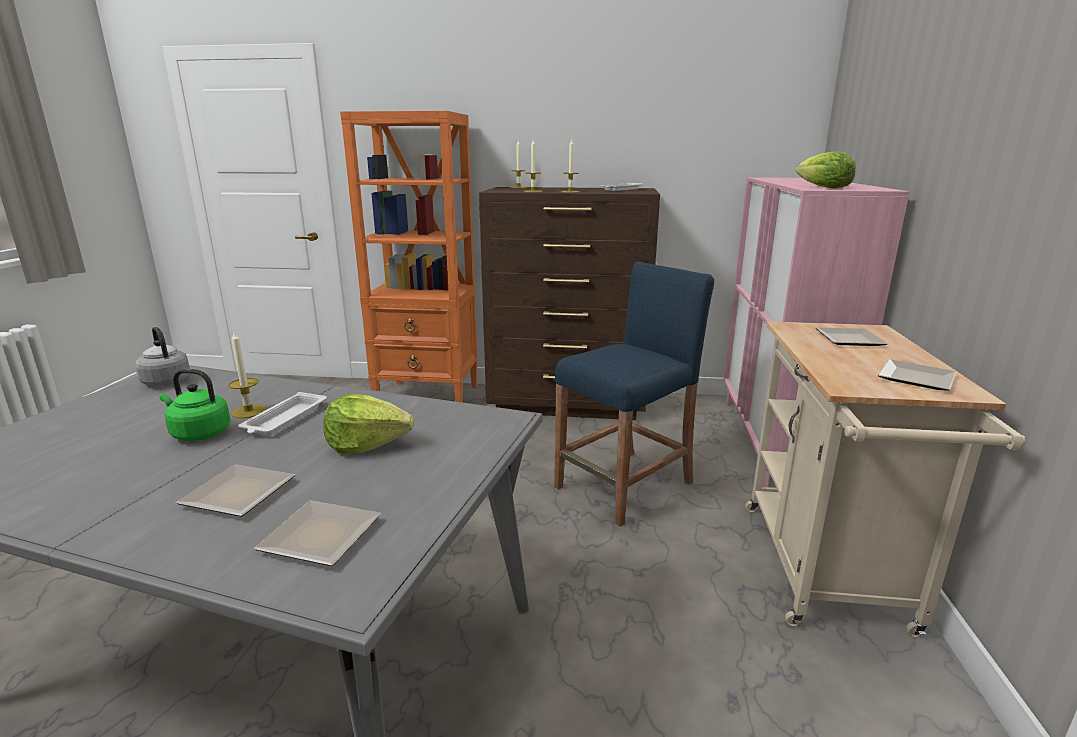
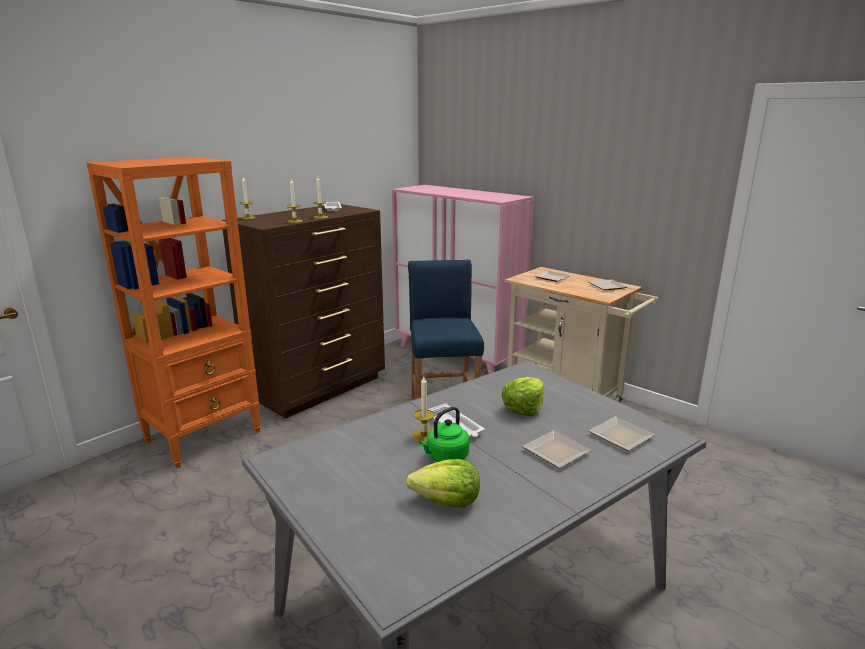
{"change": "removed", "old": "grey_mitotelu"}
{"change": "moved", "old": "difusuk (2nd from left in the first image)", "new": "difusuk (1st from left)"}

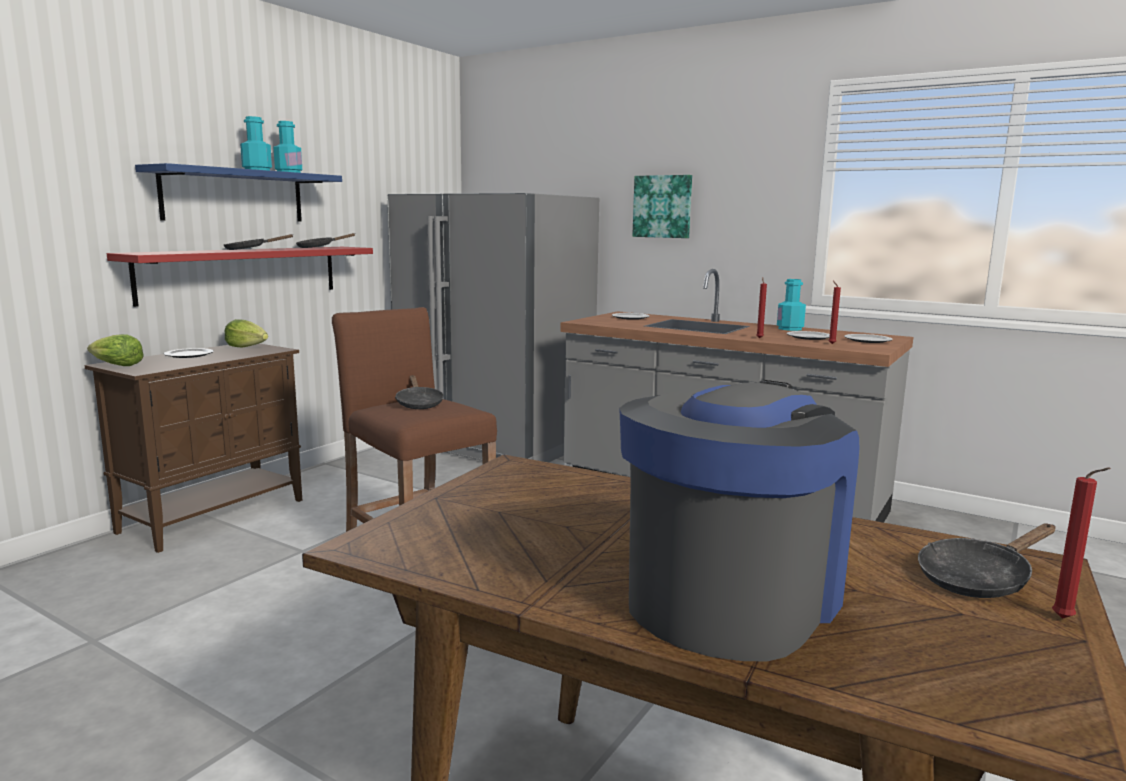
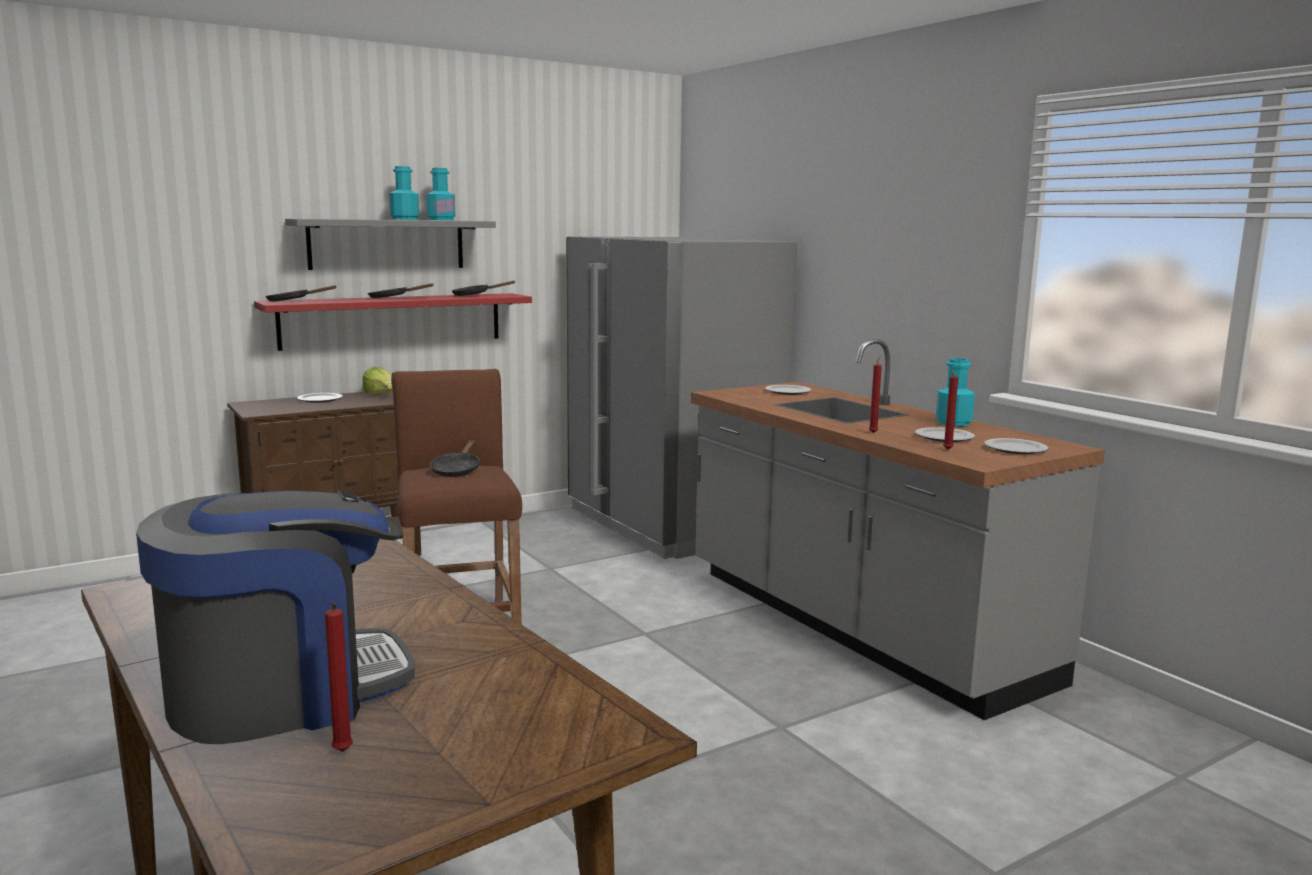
{"change": "removed", "old": "difusuk (1st from left)"}
{"change": "removed", "old": "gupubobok"}
{"change": "moved", "old": "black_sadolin (4th from left in the first image)", "new": "black_sadolin (1st from left)"}
{"change": "moved", "old": "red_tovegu (3rd from left in the first image)", "new": "red_tovegu (1st from left)"}
{"change": "recoloured", "old": "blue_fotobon", "new": "grey_fotobon"}

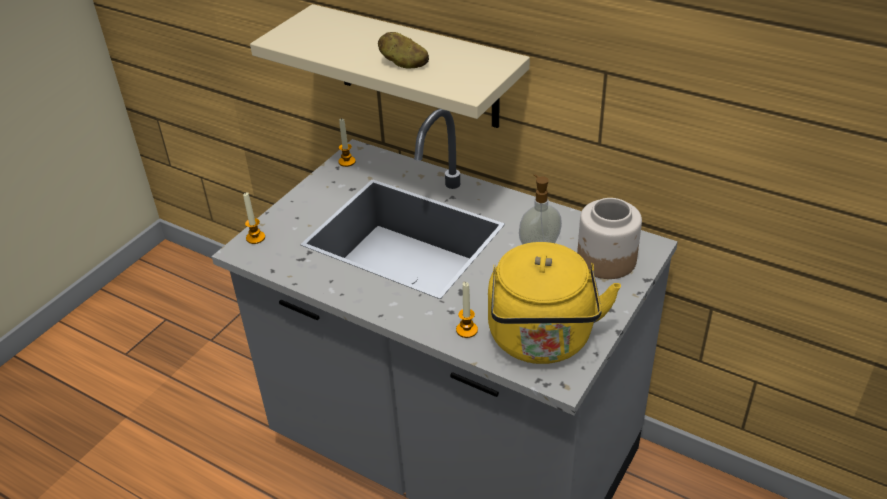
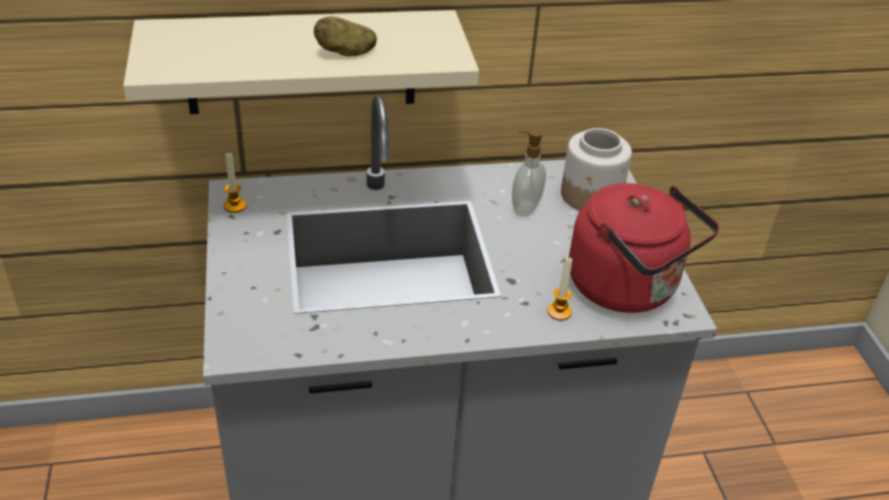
{"change": "removed", "old": "tovegu (1st from left)"}
{"change": "recoloured", "old": "yellow_mitotelu", "new": "red_mitotelu"}

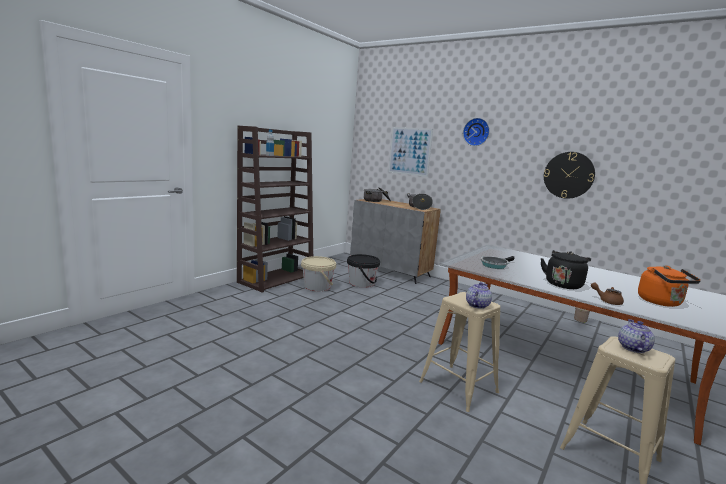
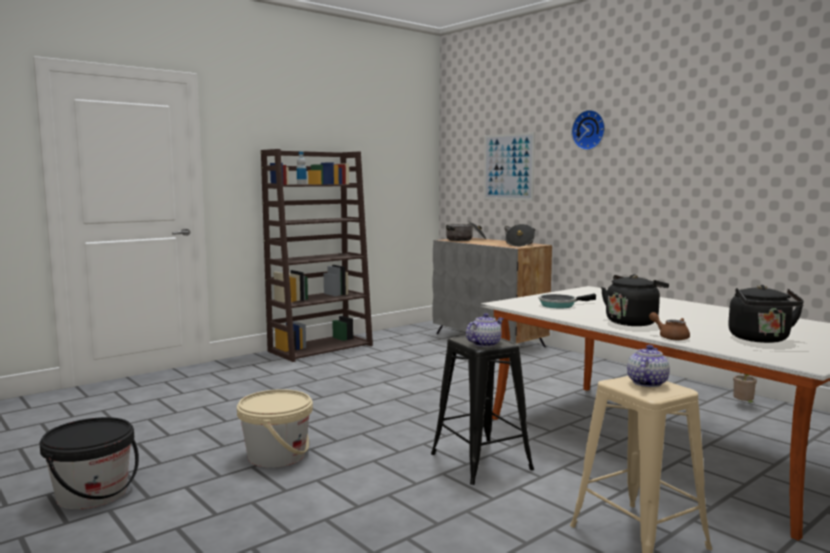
{"change": "removed", "old": "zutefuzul (2nd from left)"}
{"change": "moved", "old": "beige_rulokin"}
{"change": "moved", "old": "black_rulokin"}
{"change": "recoloured", "old": "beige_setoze (1st from left)", "new": "black_setoze"}
{"change": "recoloured", "old": "orange_mitotelu", "new": "black_mitotelu (2nd from left)"}

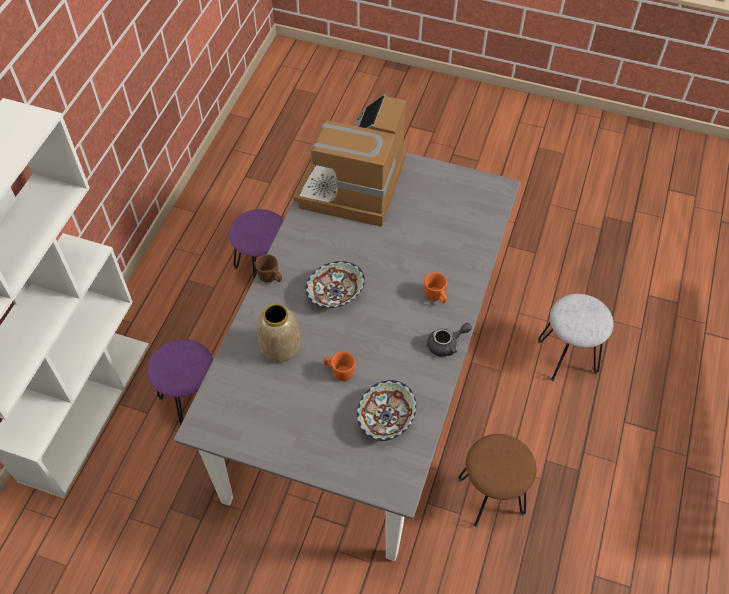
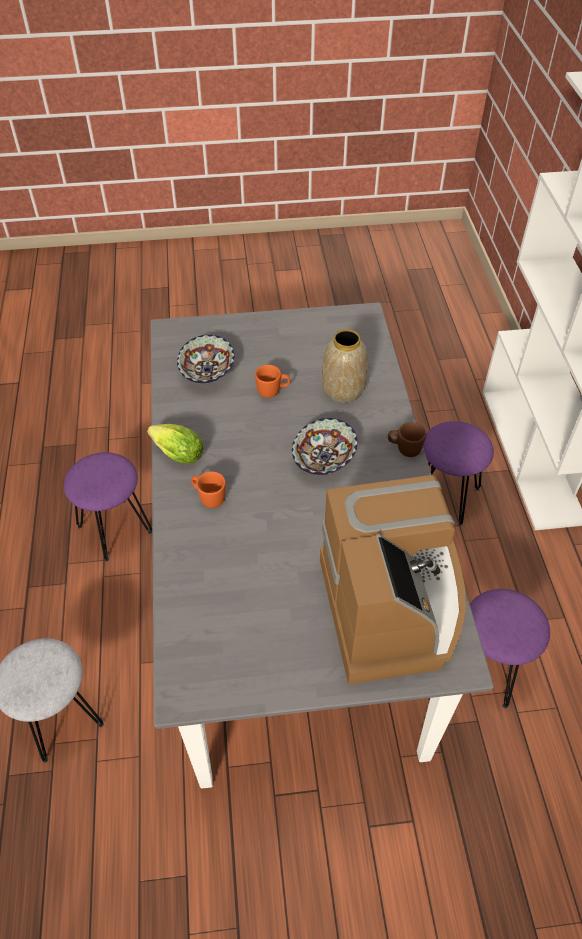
{"change": "replaced", "old": "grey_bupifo", "new": "difusuk"}
{"change": "recoloured", "old": "brown_setoze", "new": "purple_setoze (1st from left)"}

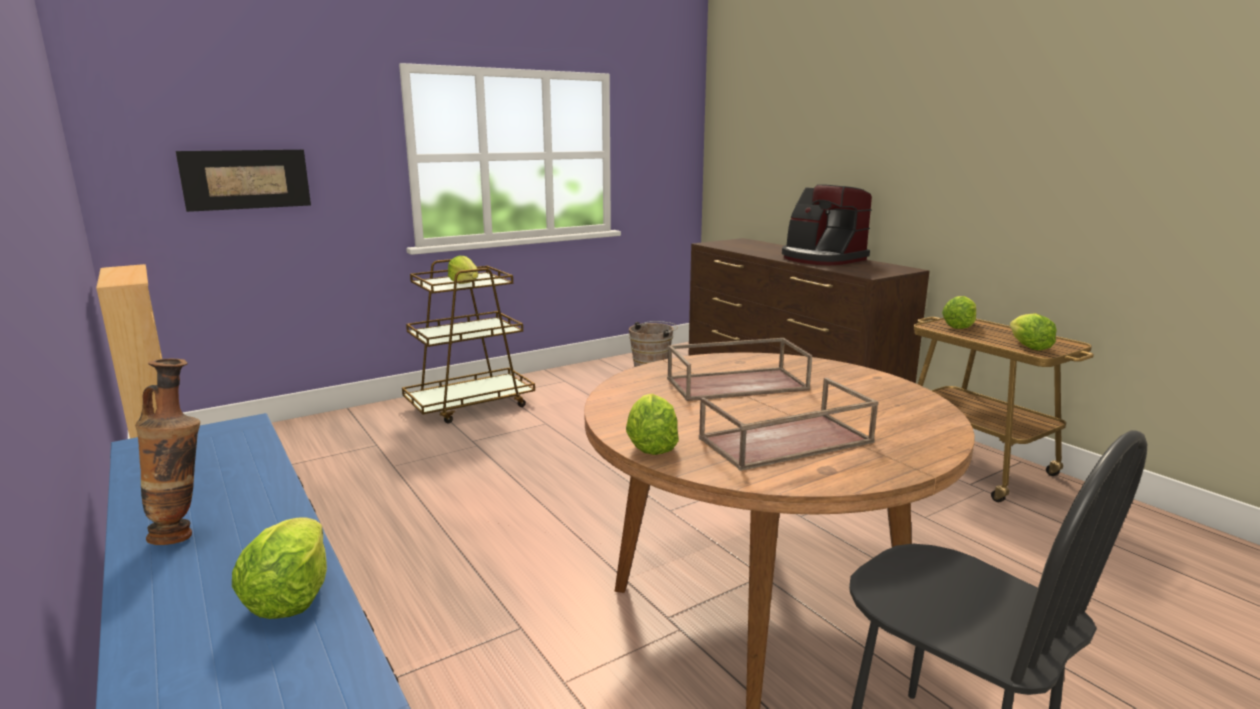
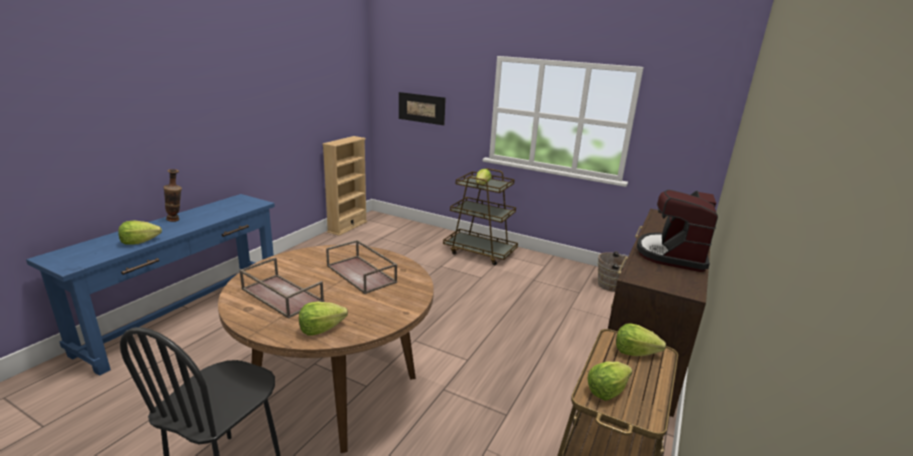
{"change": "moved", "old": "difusuk (3rd from left in the first image)", "new": "difusuk (2nd from left)"}

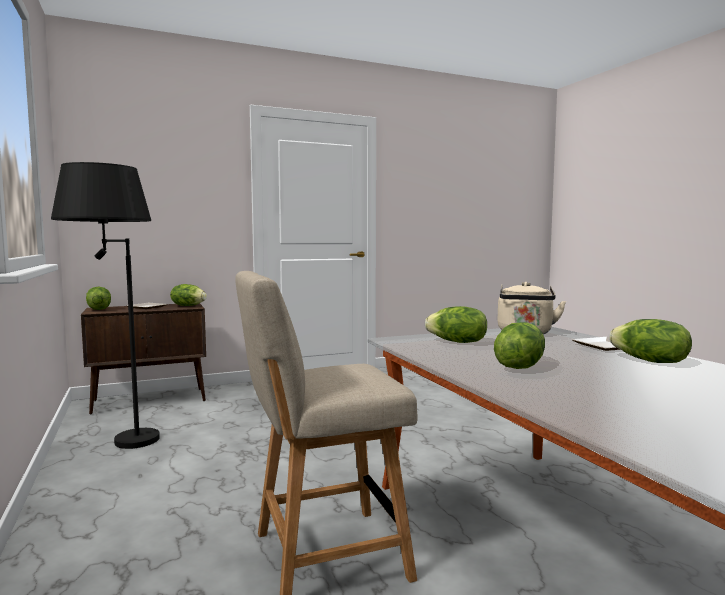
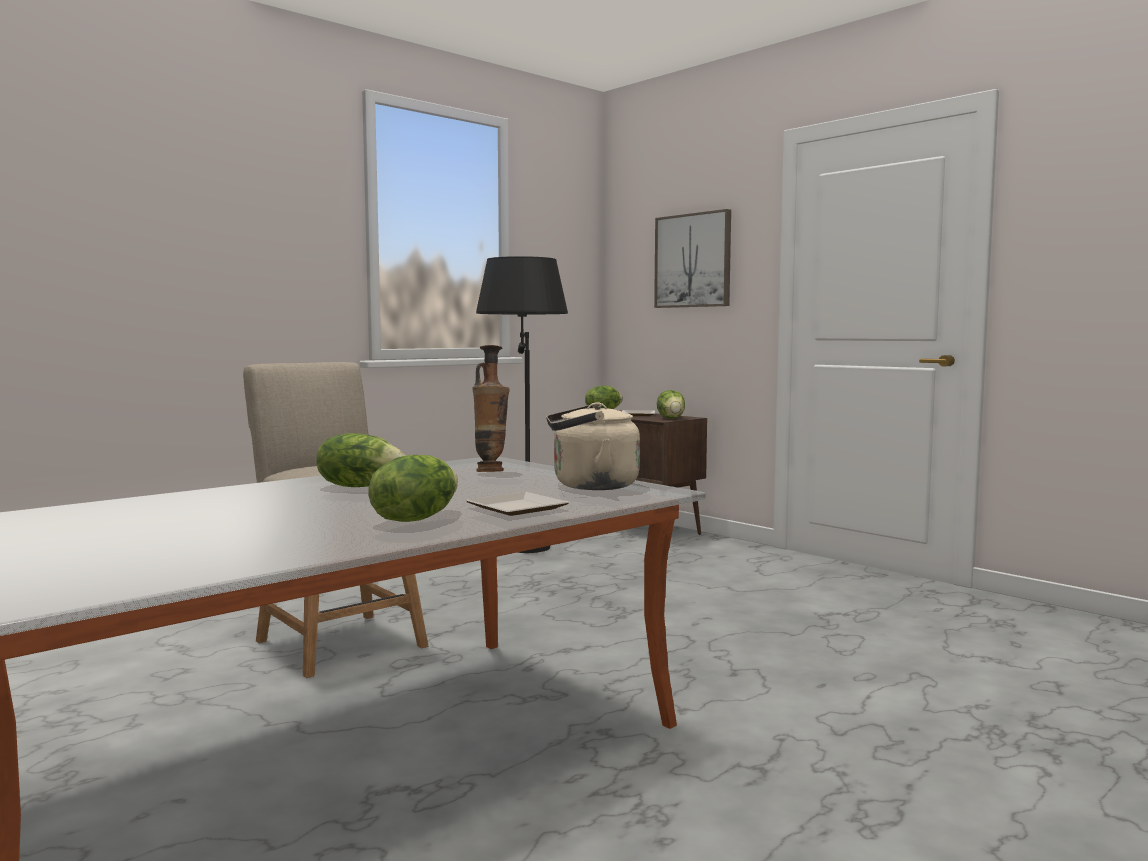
{"change": "added", "new": "gupubobok"}
{"change": "replaced", "old": "difusuk (3rd from left)", "new": "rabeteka"}

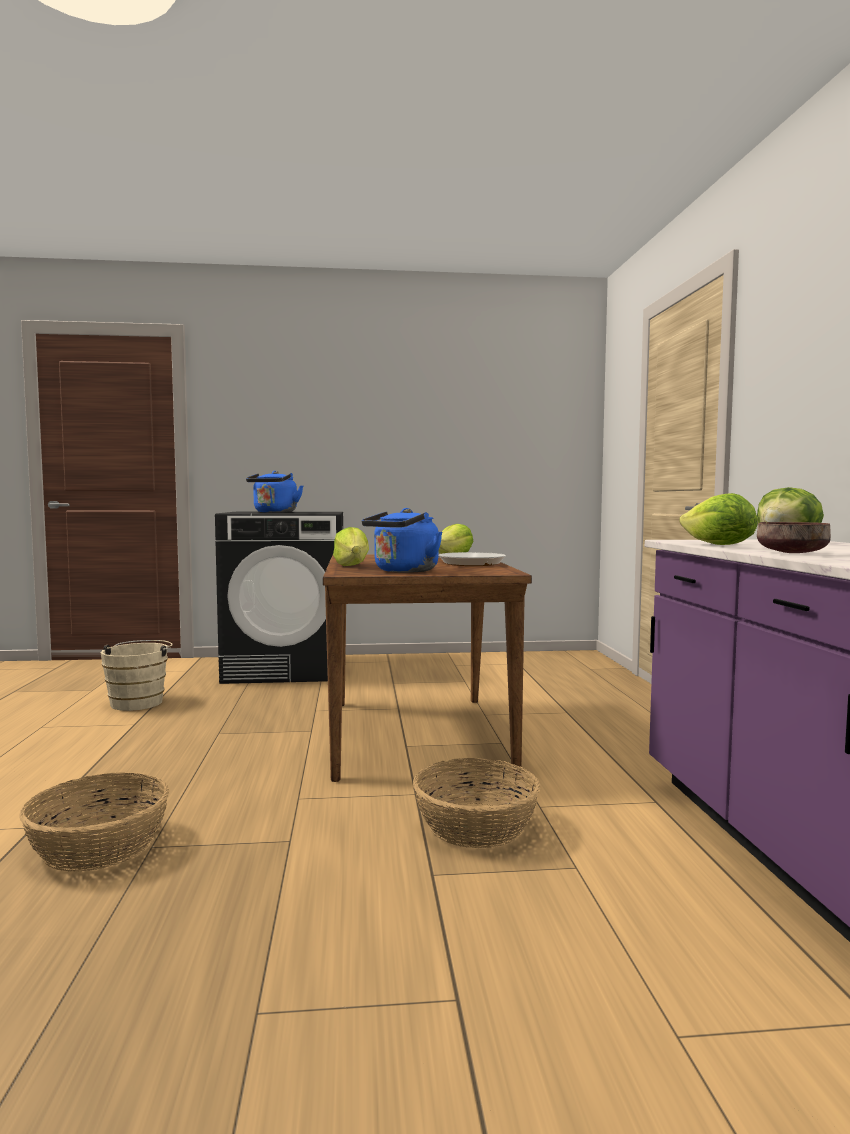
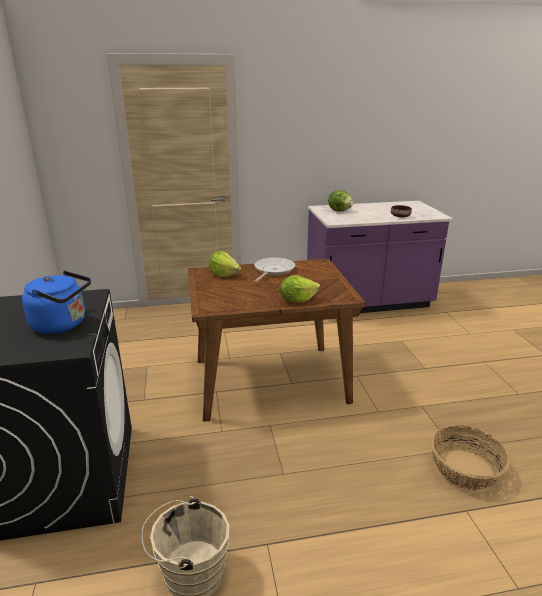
{"change": "removed", "old": "blue_mitotelu (2nd from left)"}
{"change": "removed", "old": "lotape (2nd from left)"}
{"change": "removed", "old": "difusuk (3rd from left)"}

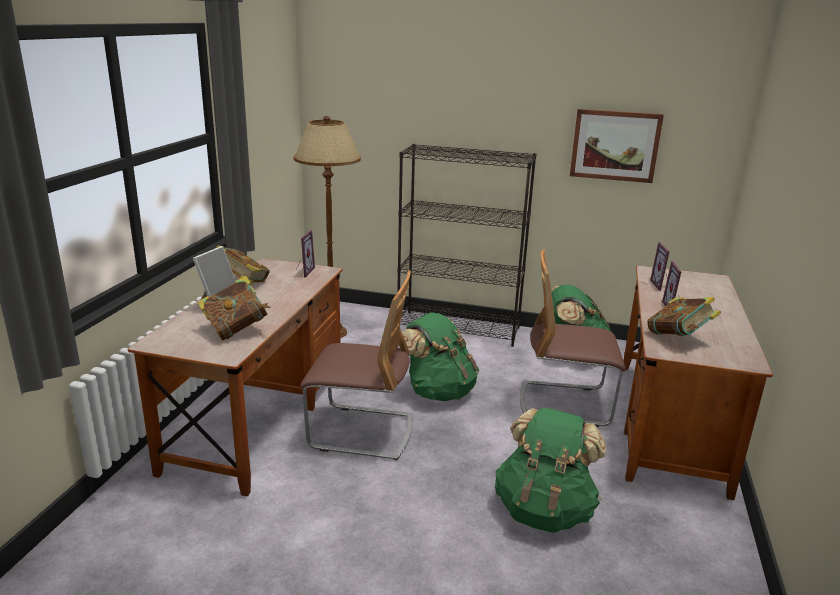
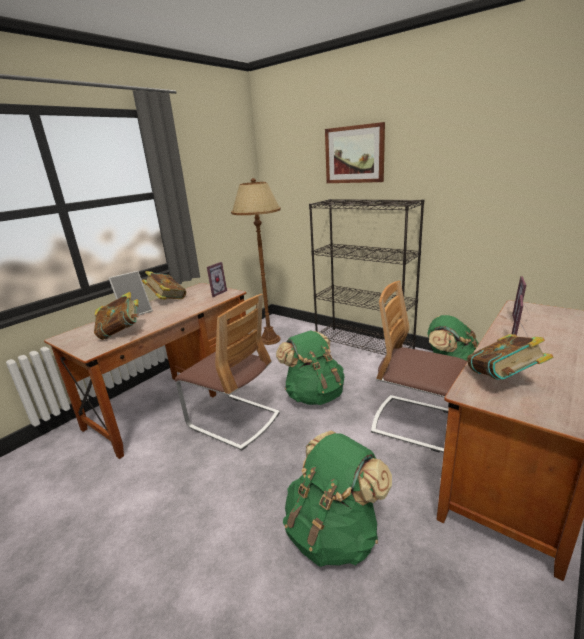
{"change": "moved", "old": "gupubobok"}

